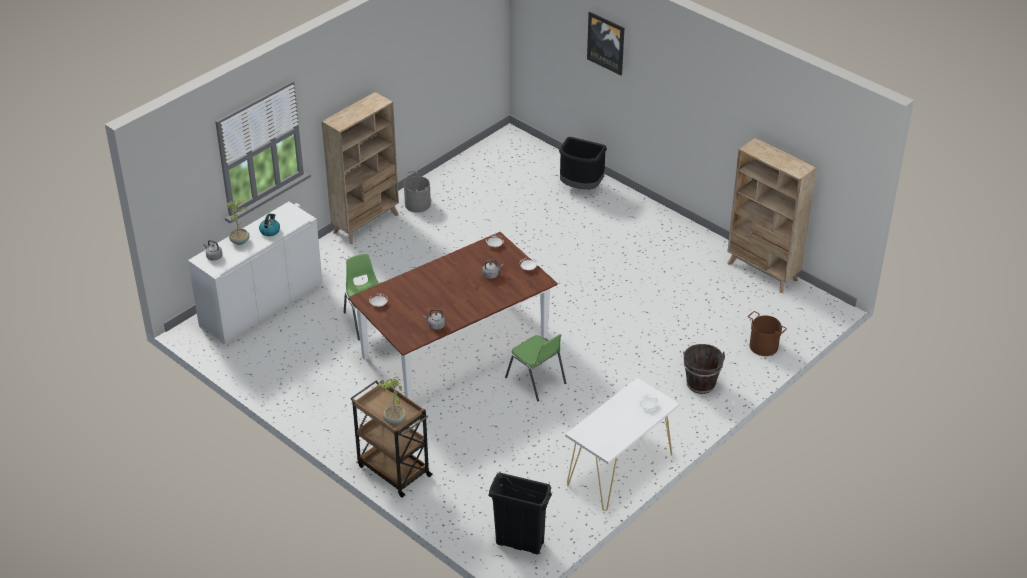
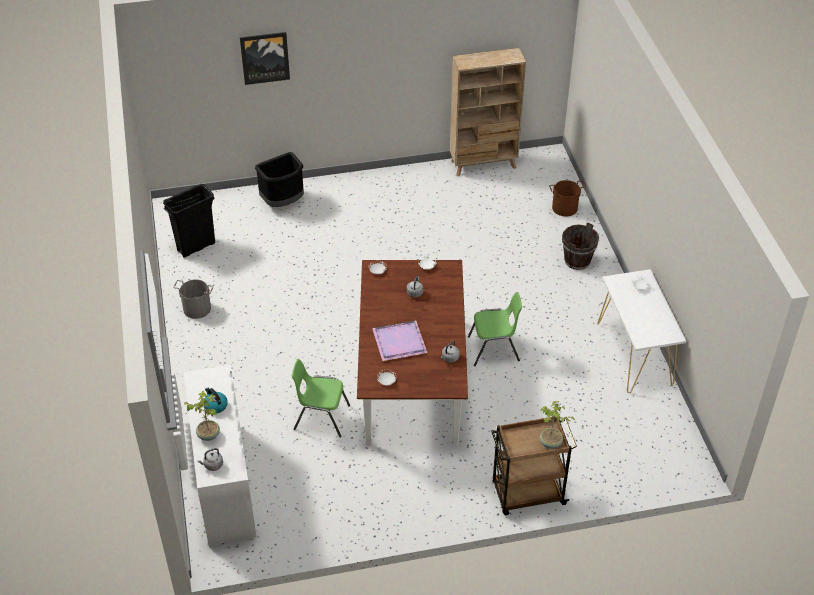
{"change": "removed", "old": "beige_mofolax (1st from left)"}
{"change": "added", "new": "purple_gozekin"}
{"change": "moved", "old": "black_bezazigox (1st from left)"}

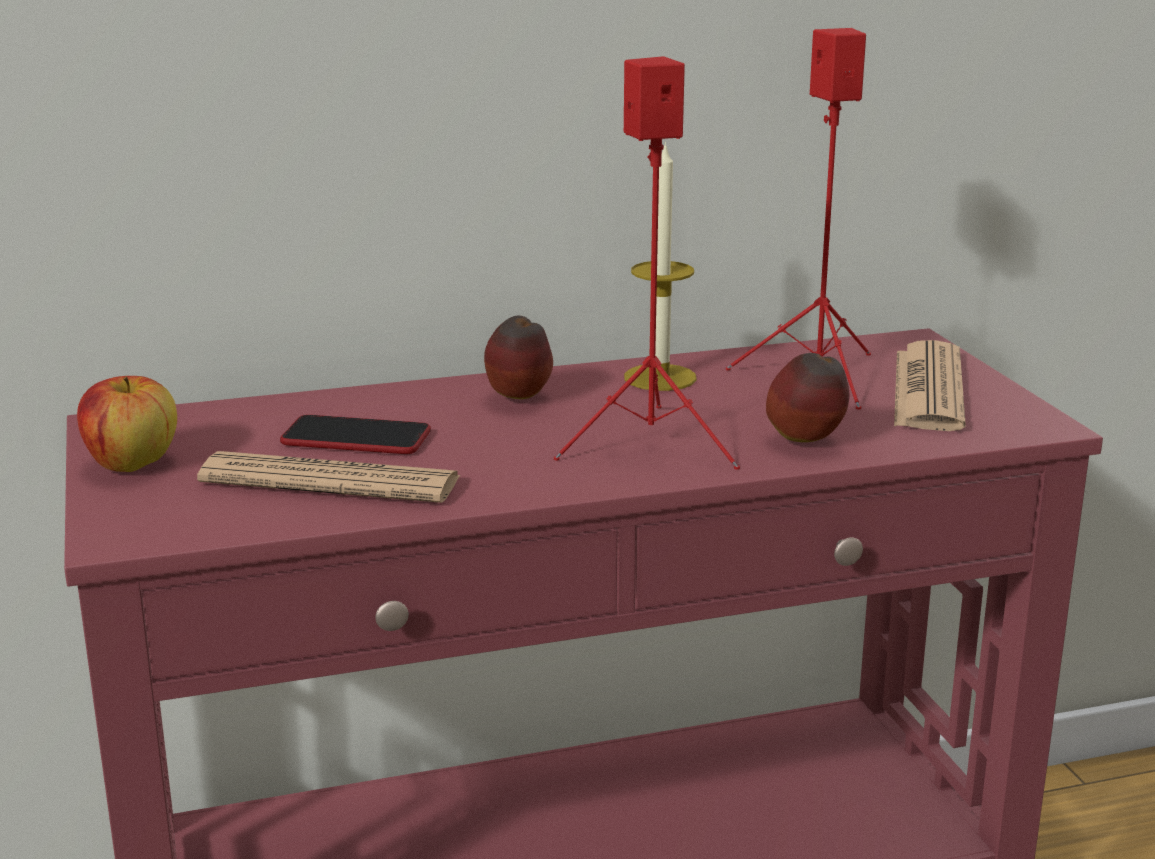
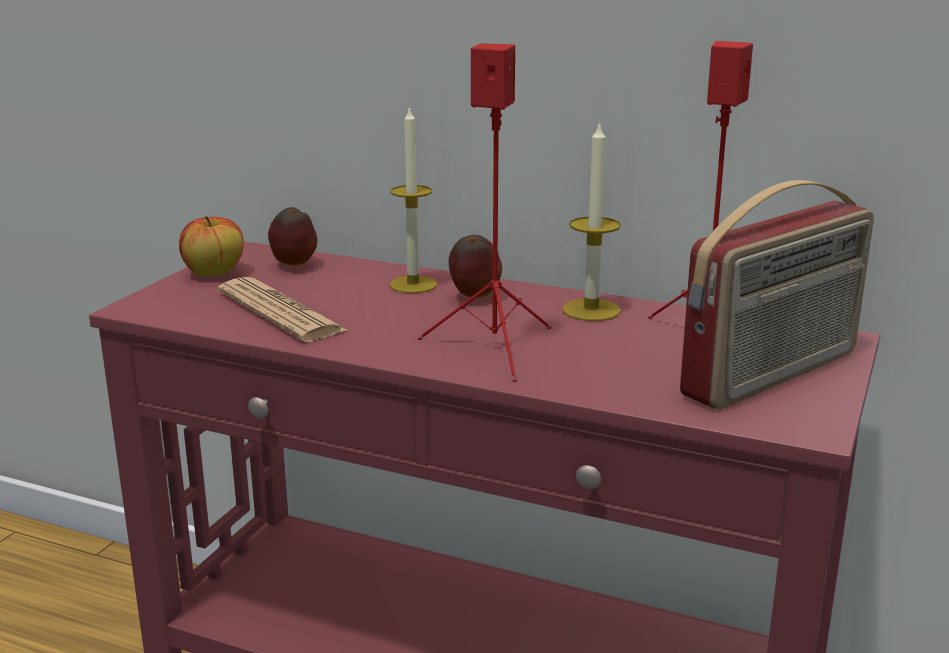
{"change": "removed", "old": "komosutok"}
{"change": "added", "new": "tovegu (1st from left)"}
{"change": "moved", "old": "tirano (3rd from left in the first image)", "new": "tirano (2nd from left)"}
{"change": "replaced", "old": "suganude (2nd from left)", "new": "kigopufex"}

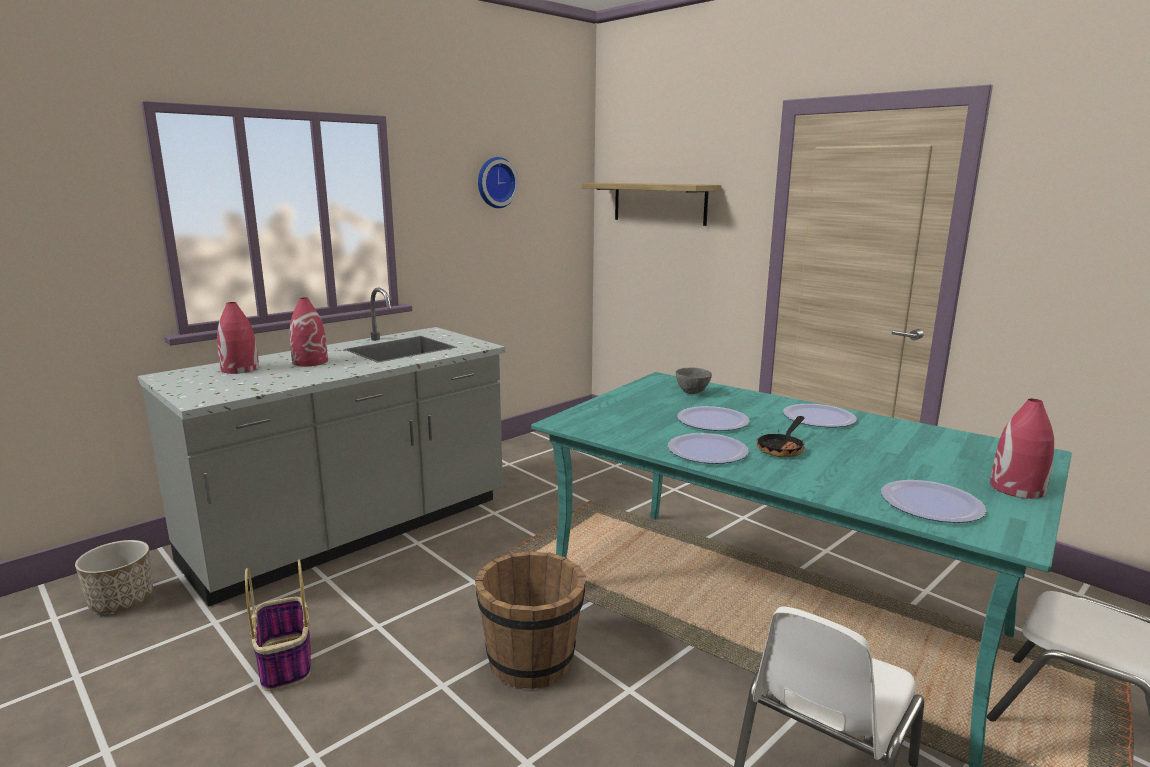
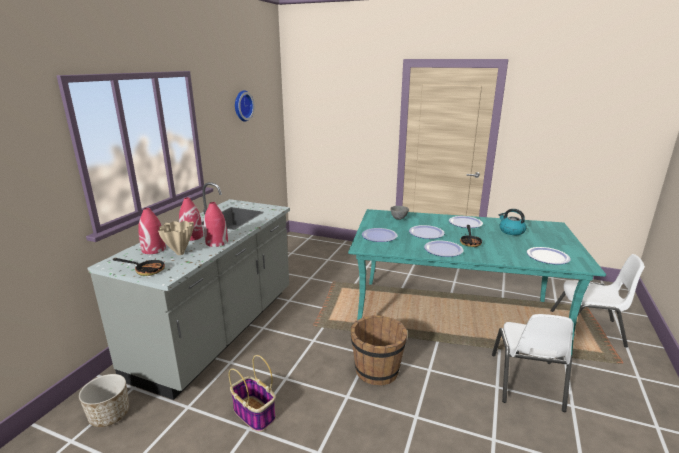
{"change": "removed", "old": "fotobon"}
{"change": "added", "new": "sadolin (1st from left)"}
{"change": "added", "new": "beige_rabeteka"}
{"change": "added", "new": "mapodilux (1st from left)"}
{"change": "added", "new": "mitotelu"}
{"change": "moved", "old": "red_rabeteka (3rd from left)"}

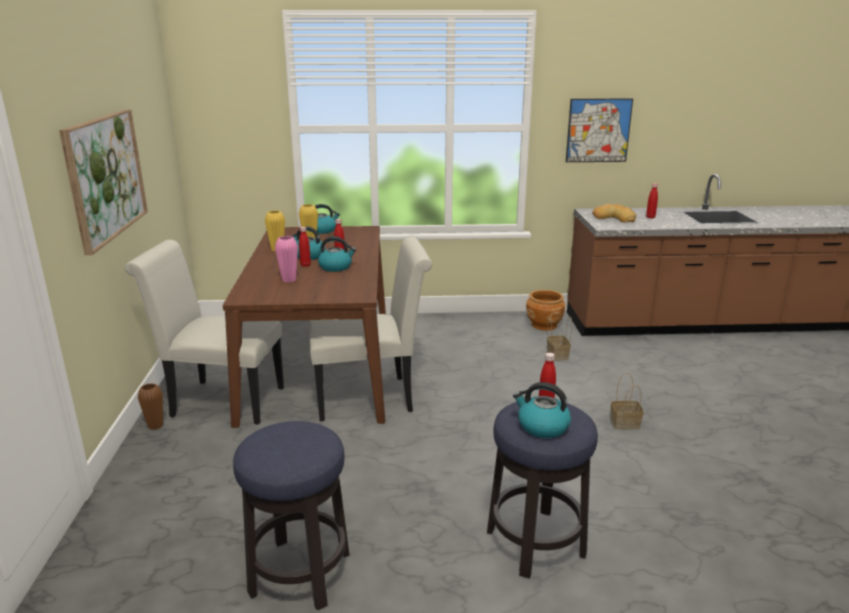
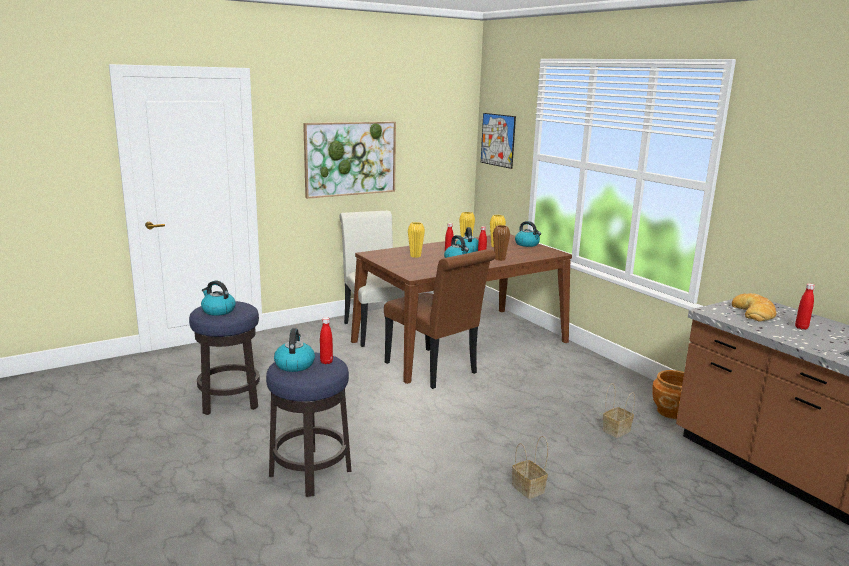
{"change": "added", "new": "mitotelu (1st from left)"}
{"change": "moved", "old": "brown_rabeteka"}
{"change": "moved", "old": "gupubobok (2nd from left)"}
{"change": "recoloured", "old": "pink_rabeteka", "new": "yellow_rabeteka (1st from left)"}
{"change": "recoloured", "old": "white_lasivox (2nd from left)", "new": "brown_lasivox"}

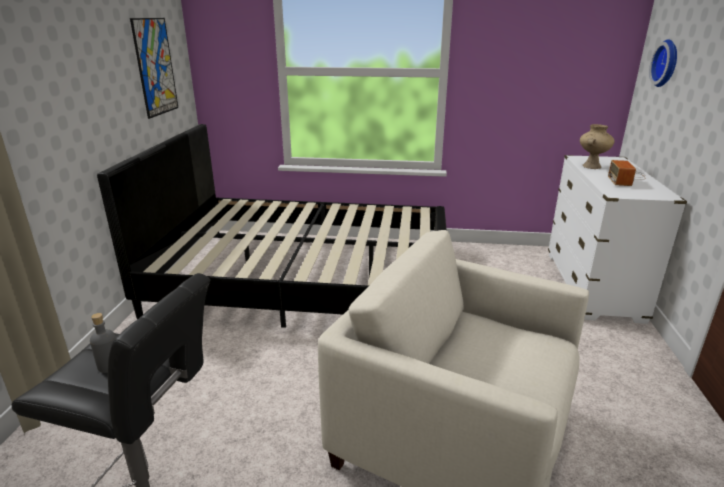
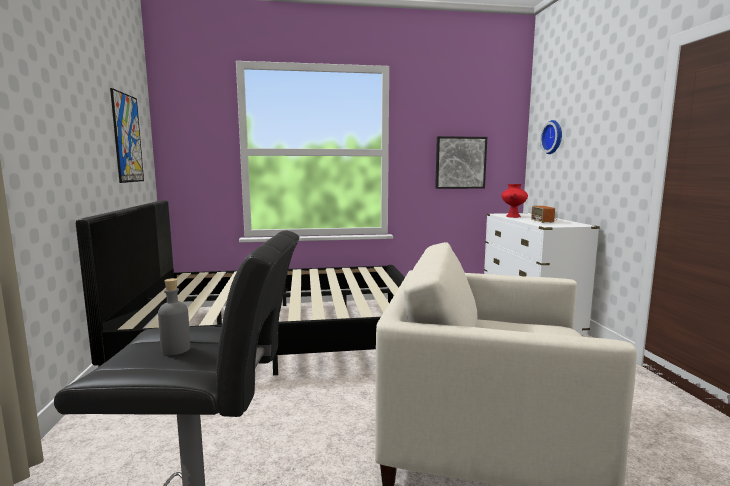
{"change": "added", "new": "gupubobok (2nd from left)"}
{"change": "recoloured", "old": "beige_rabeteka", "new": "red_rabeteka"}

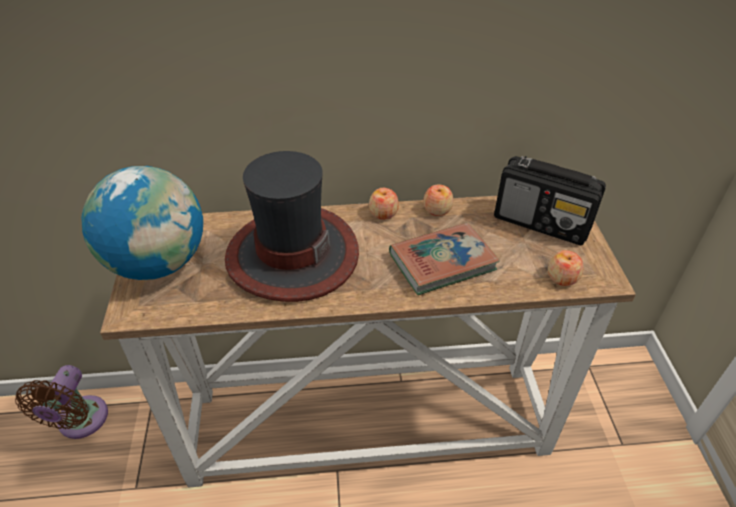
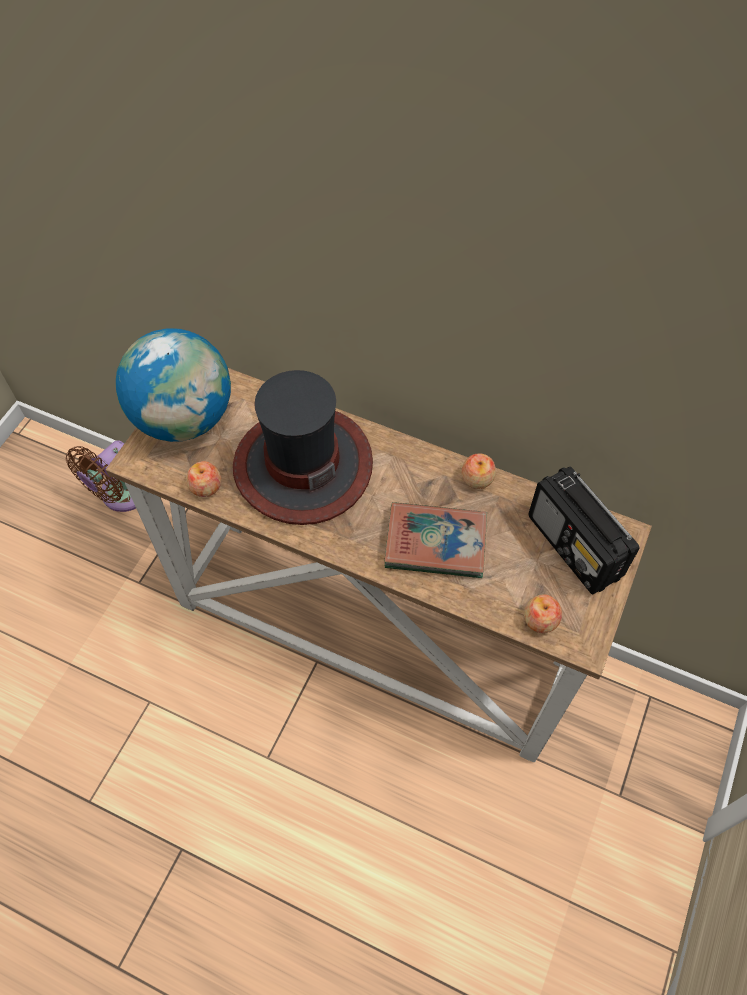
{"change": "moved", "old": "tirano (1st from left)"}

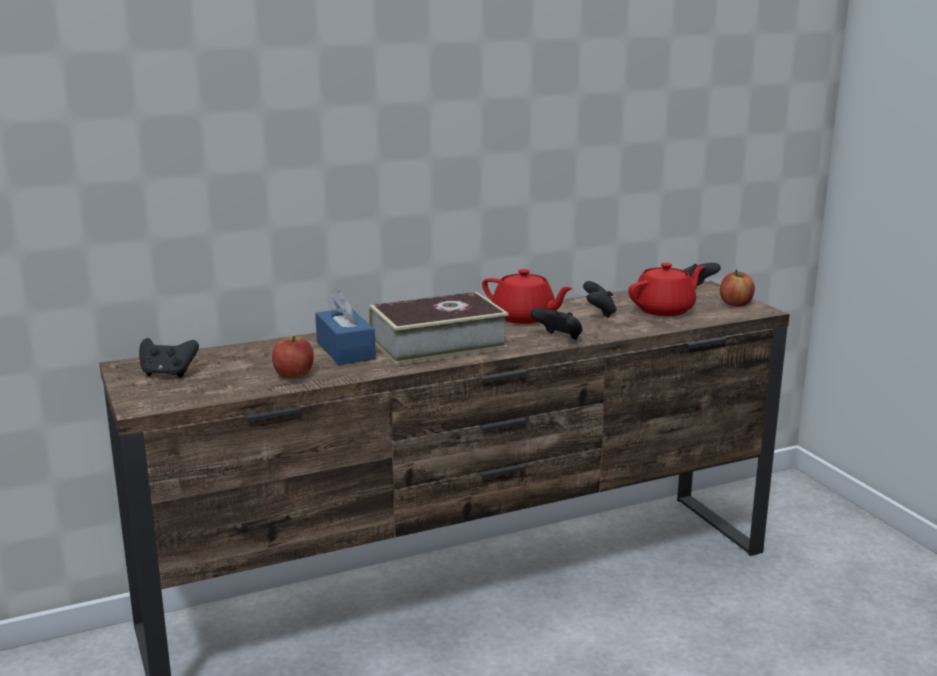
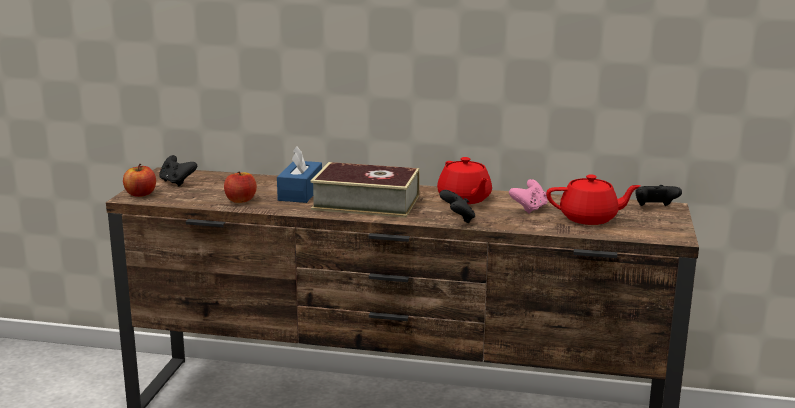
{"change": "moved", "old": "tirano (2nd from left in the first image)", "new": "tirano (1st from left)"}
{"change": "recoloured", "old": "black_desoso (3rd from left)", "new": "pink_desoso"}

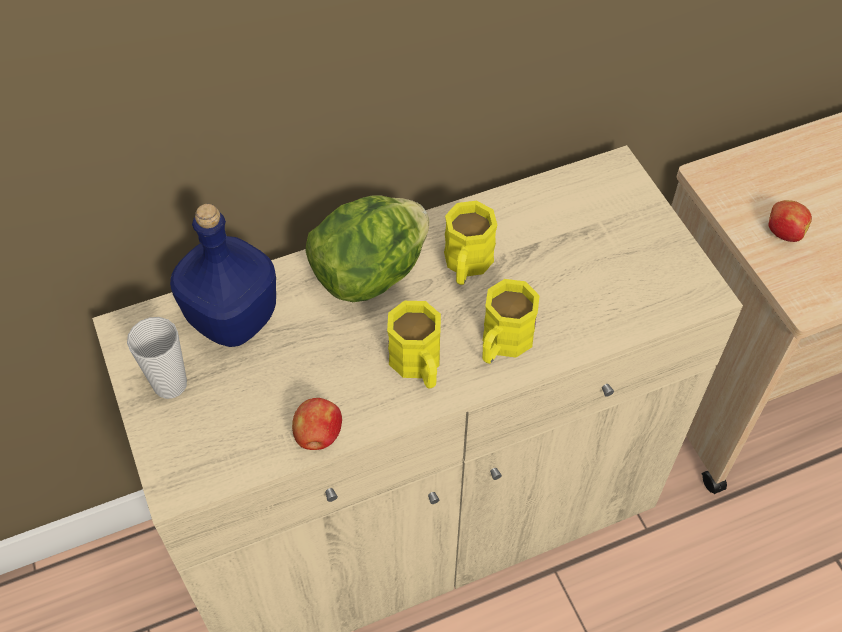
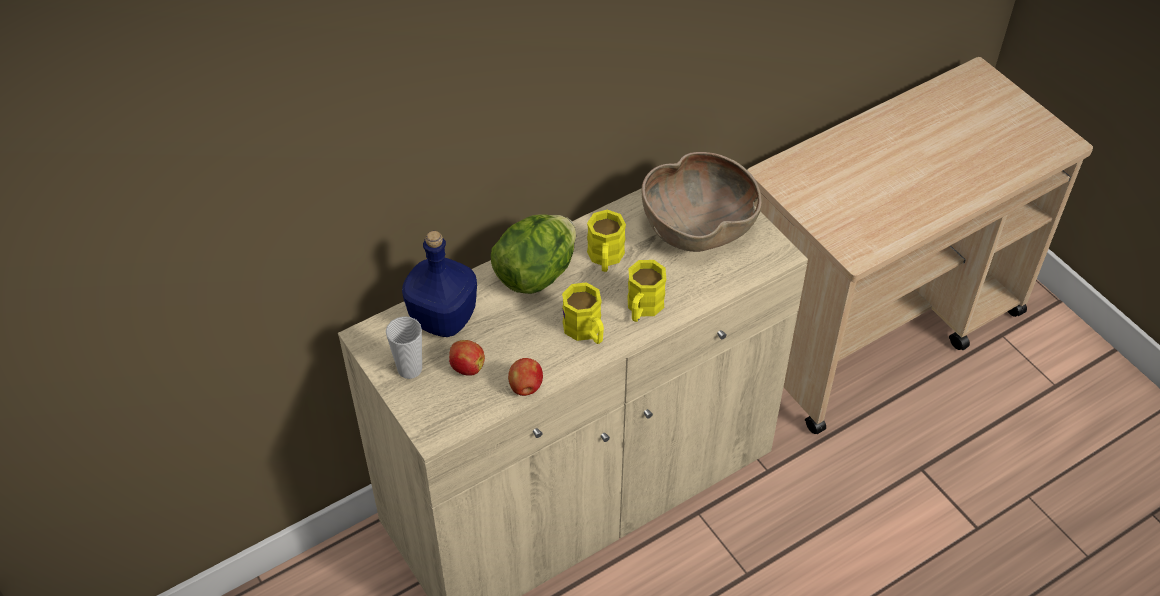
{"change": "added", "new": "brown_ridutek"}
{"change": "moved", "old": "tirano (2nd from left in the first image)", "new": "tirano (1st from left)"}

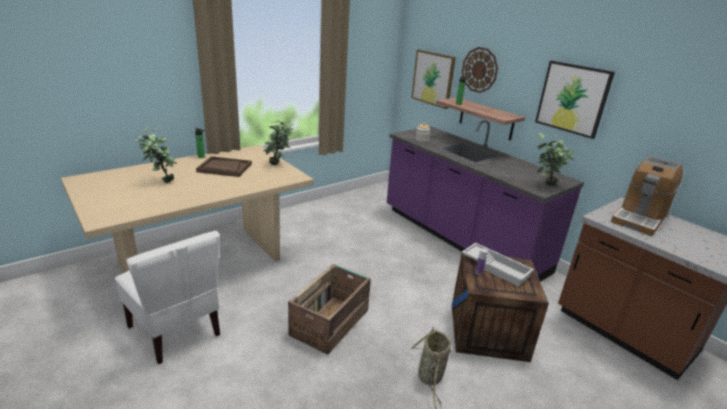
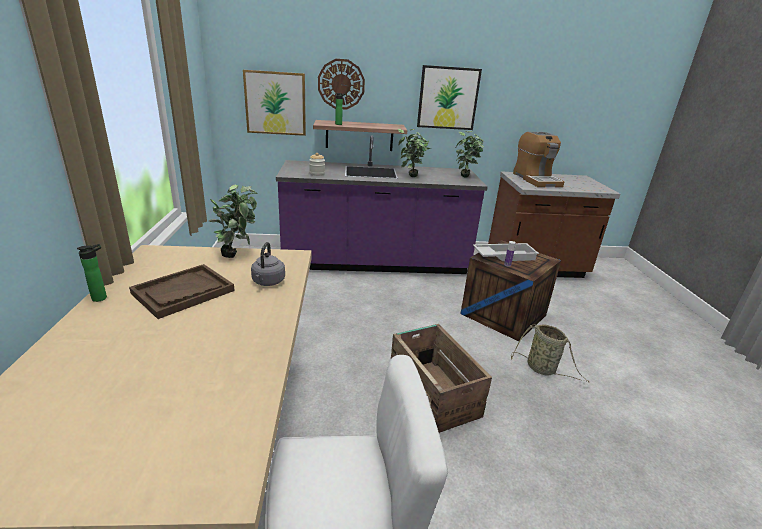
{"change": "added", "new": "grey_mitotelu"}
{"change": "moved", "old": "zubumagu (1st from left in the first image)", "new": "zubumagu (2nd from left)"}

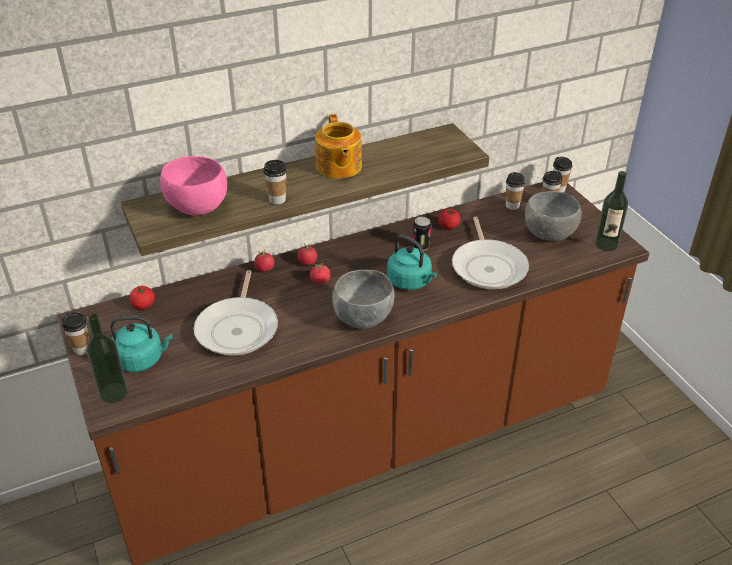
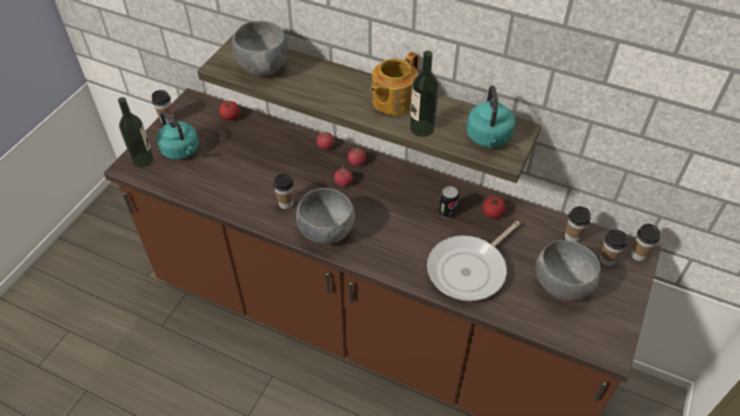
{"change": "removed", "old": "sadolin (1st from left)"}
{"change": "moved", "old": "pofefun (2nd from left)"}
{"change": "moved", "old": "turquoise_mitotelu (2nd from left)"}
{"change": "moved", "old": "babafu (2nd from left)"}
{"change": "recoloured", "old": "pink_ridutek", "new": "grey_ridutek (1st from left)"}

